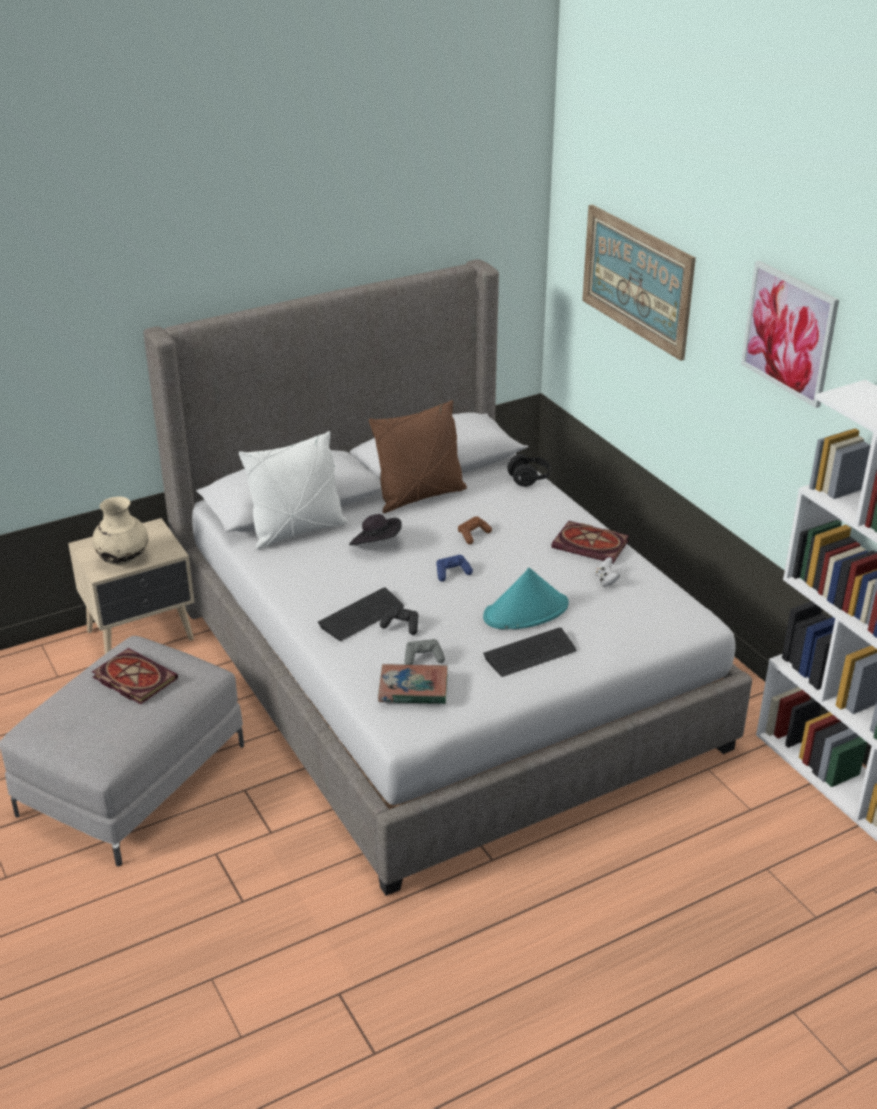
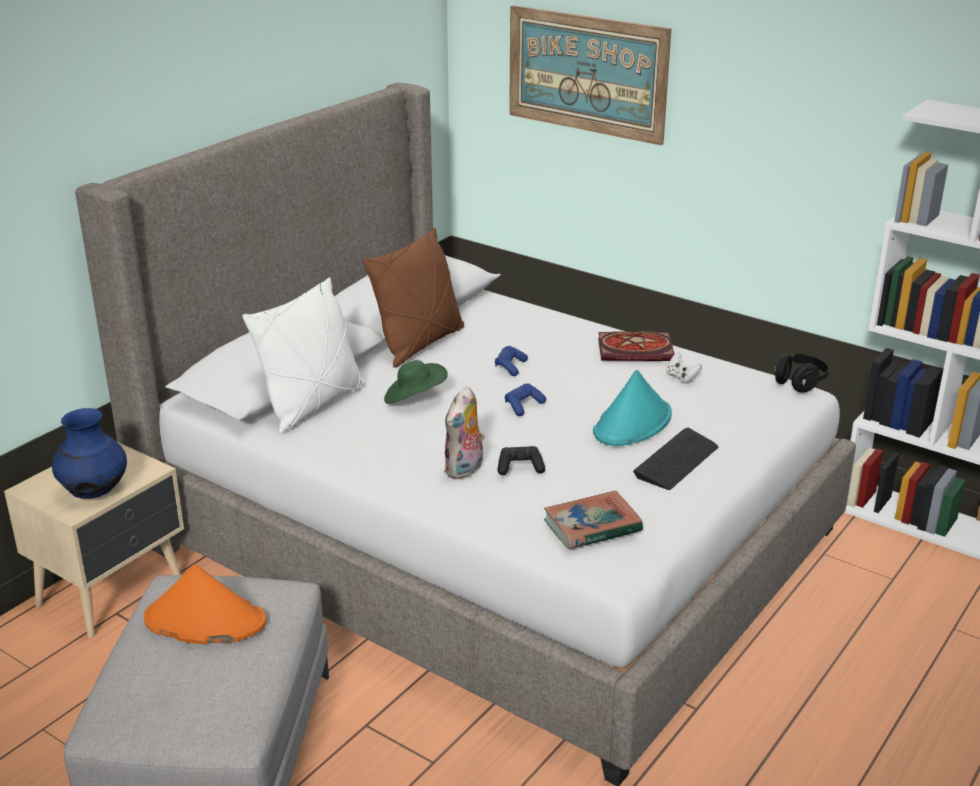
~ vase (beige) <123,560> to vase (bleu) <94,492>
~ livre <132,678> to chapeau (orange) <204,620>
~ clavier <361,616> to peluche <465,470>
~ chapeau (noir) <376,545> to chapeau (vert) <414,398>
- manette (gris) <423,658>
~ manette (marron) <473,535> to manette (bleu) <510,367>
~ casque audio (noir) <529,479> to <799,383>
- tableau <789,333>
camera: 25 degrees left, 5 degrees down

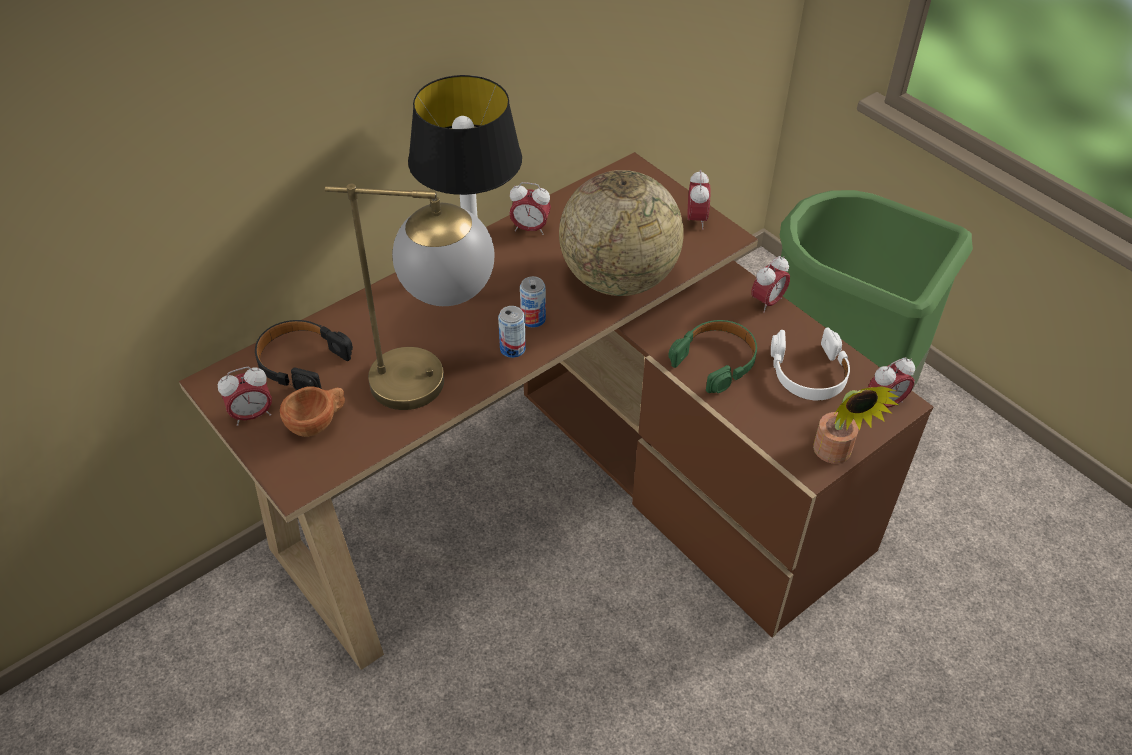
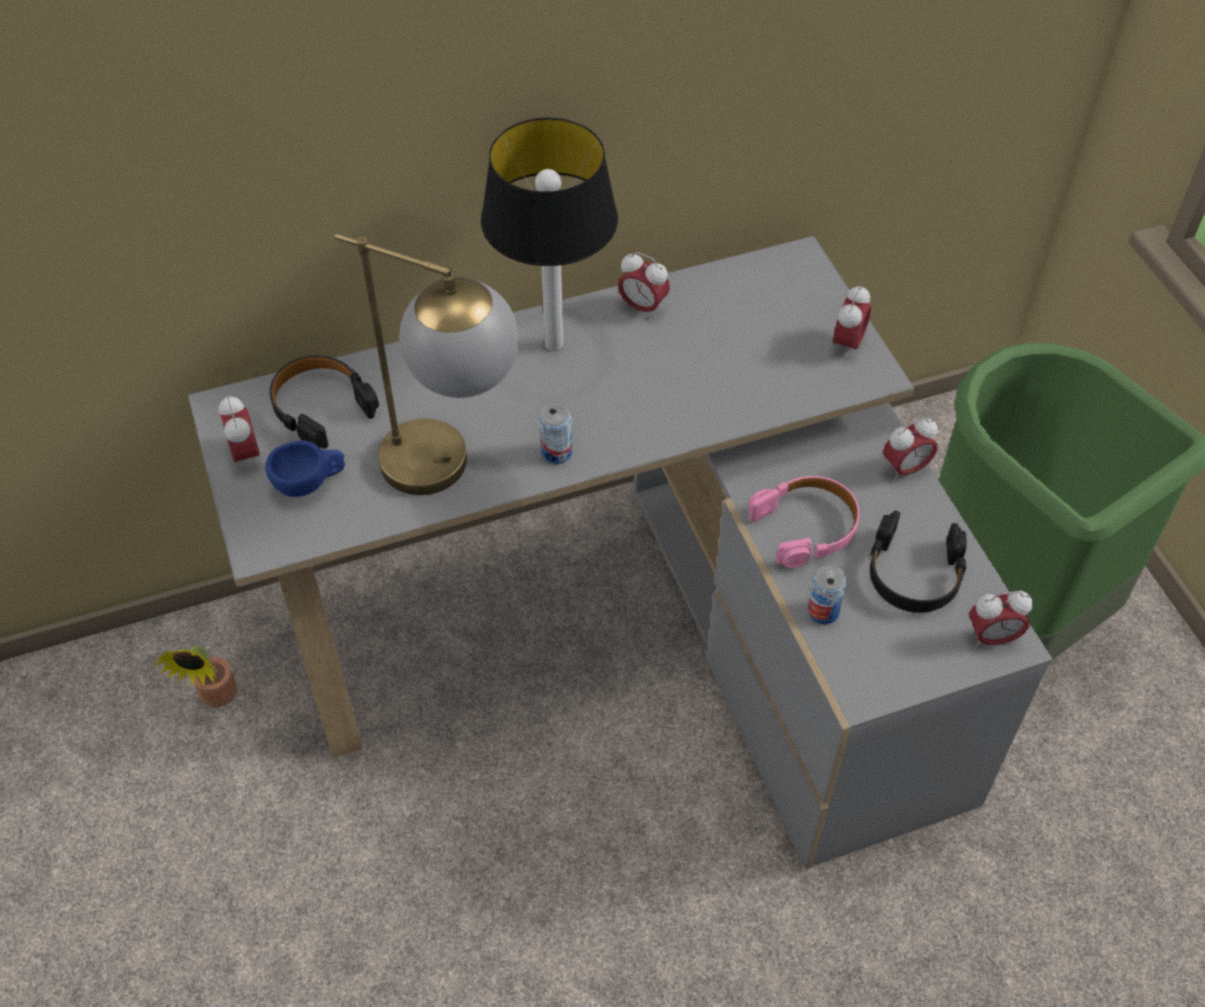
~ bureau (marron) <569,499> to bureau (gris) <637,632>
~ réveil <252,415> = <246,455> 105 degrees counterclockwise
~ tasse (marron) <318,422> to tasse (bleu) <310,482>
~ boîte métallique <533,319> to <823,611>
- globe <618,279>
~ casque audio (vert) <716,361> to casque audio (rose) <806,527>
~ casque audio (blanc) <809,373> to casque audio (noir) <914,573>
~ plante en pot <835,455> to <216,698>
camera: 20 degrees right, 5 degrees up

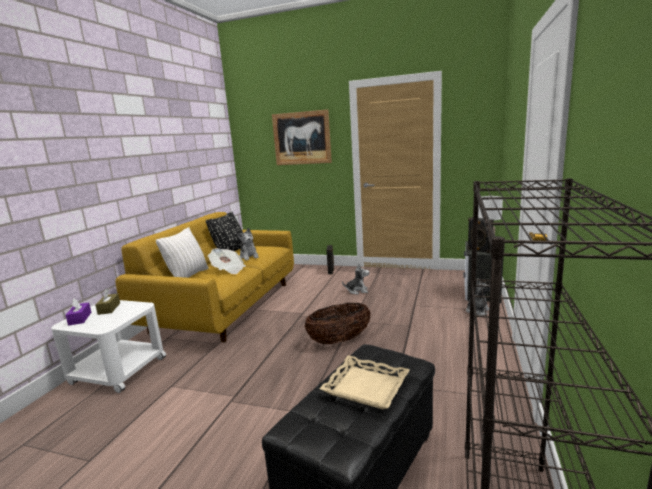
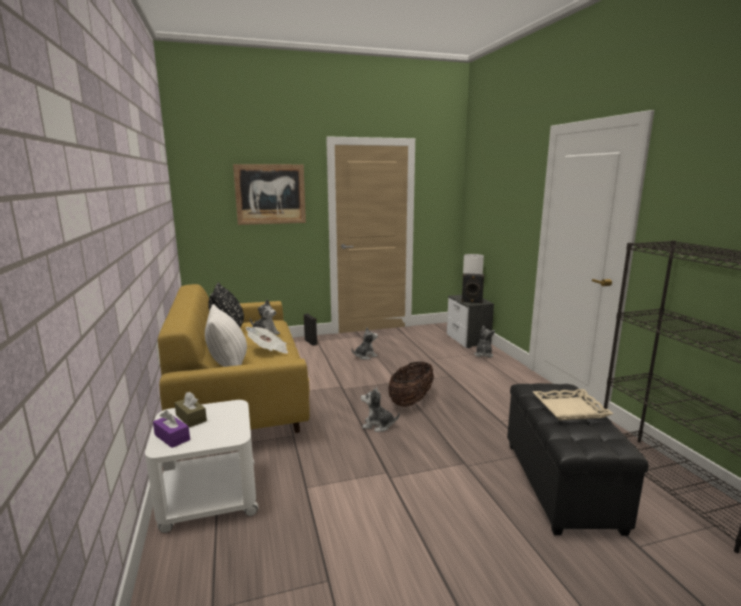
+ peluche <378,425>
camera: 35 degrees left, 0 degrees up

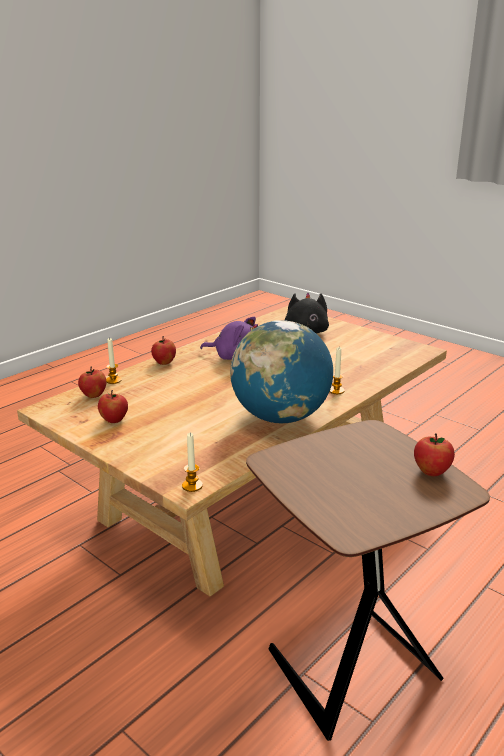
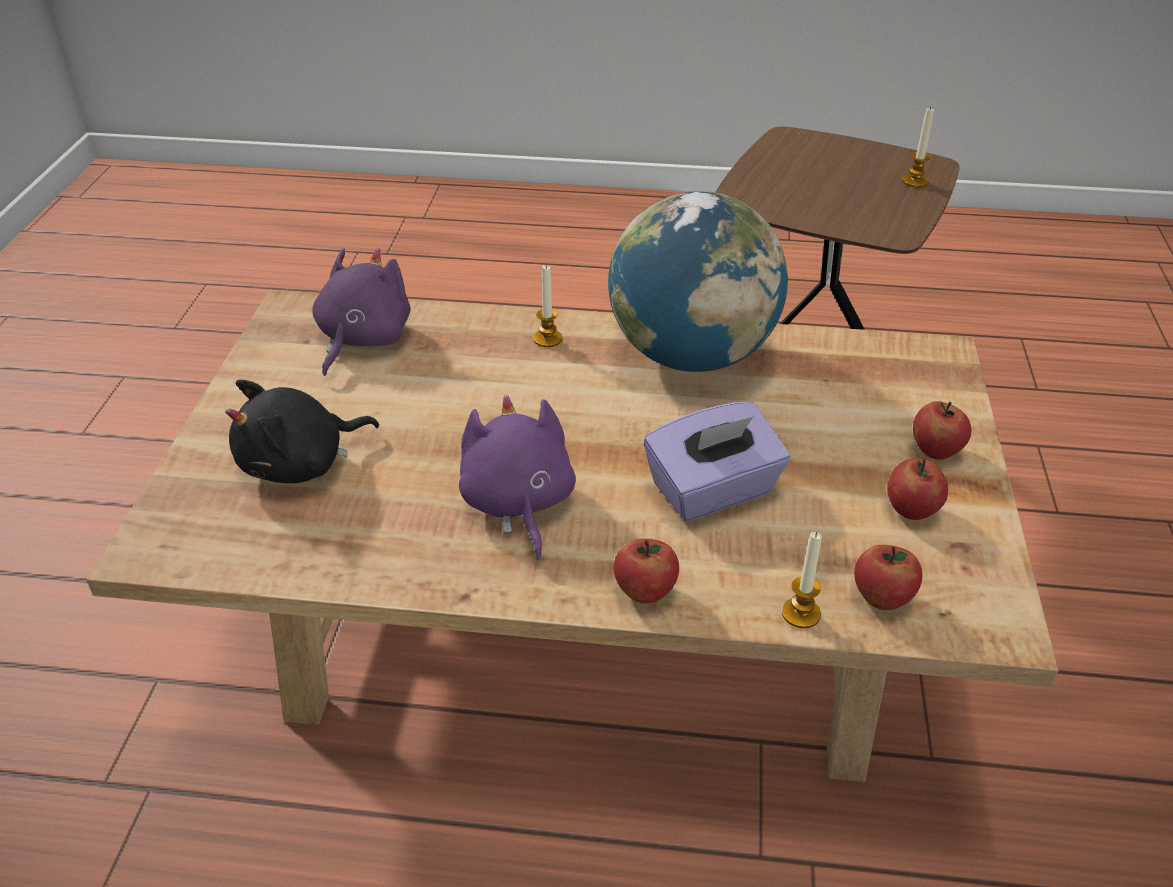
~ bougie <192,486> to <915,181>
~ pomme <431,471> to <935,451>
+ peluche (violet) <362,339>
+ boîte à mouchoirs (violet) <713,491>
camera: 125 degrees left, 15 degrees up

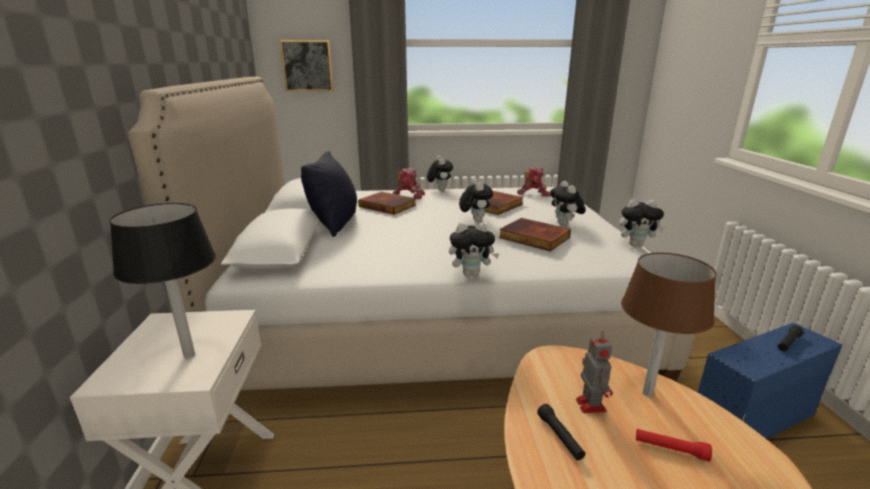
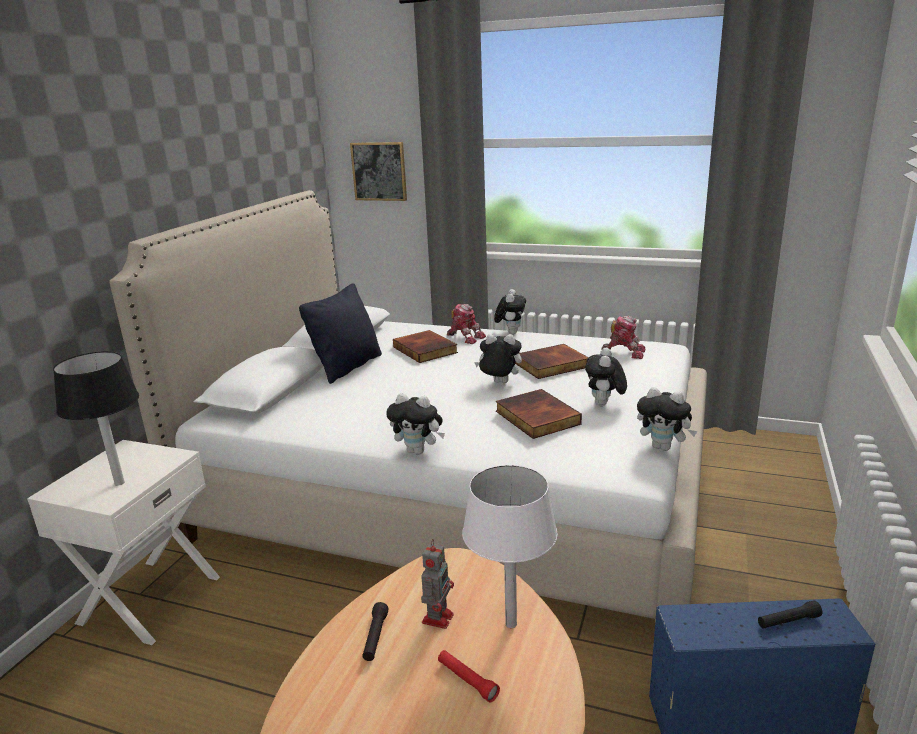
~ peluche <474,220> = <499,383> 90 degrees counterclockwise
~ lampe de table (marron) <647,393> to lampe de table (blanc) <511,624>
camera: 25 degrees right, 0 degrees up

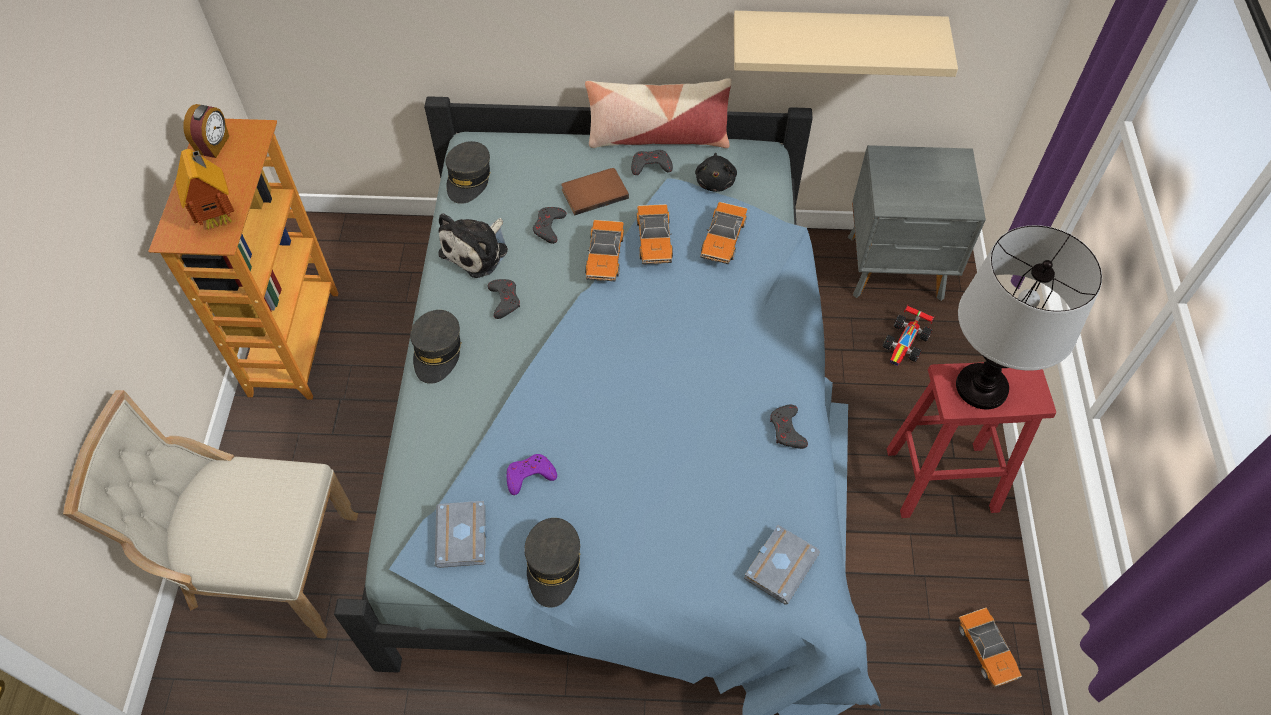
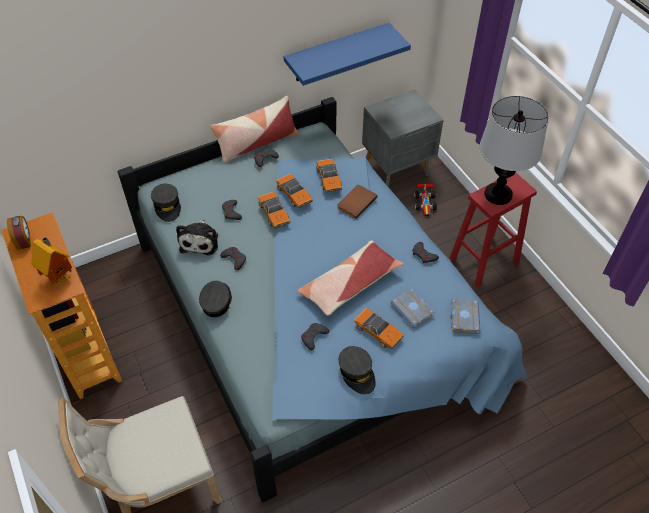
~ casquette (gris) <437,352> = <216,301> 150 degrees counterclockwise
~ livre (gris) <464,537> to <413,310>
~ manette (violet) <529,475> to manette (gris) <313,337>
~ livre (marron) <593,192> to <355,202>
- peluche (noir) <715,181>
~ étagère (beige) <836,38> to étagère (bleu) <337,53>
~ petite voiture <986,650> to <378,332>
+ coussin <350,284>
camera: 30 degrees left, 5 degrees down

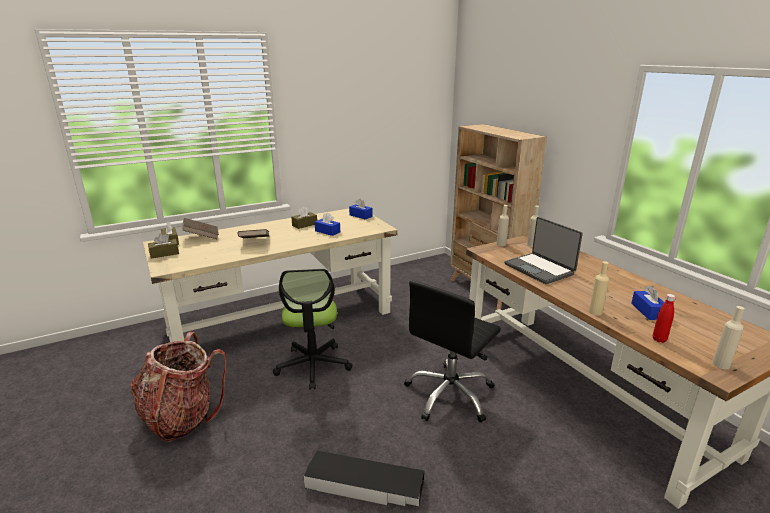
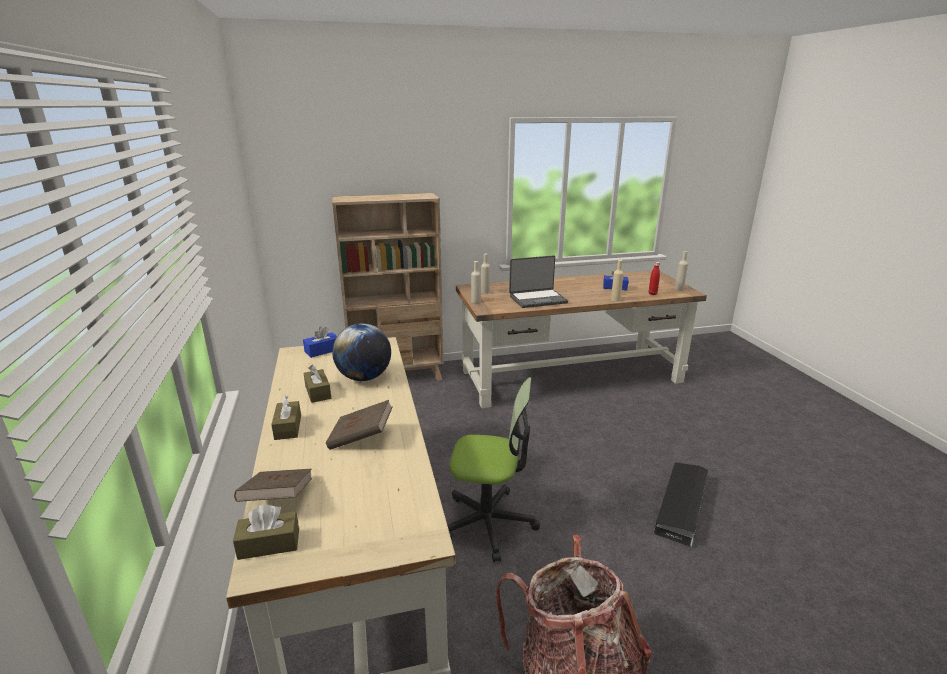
~ boîte à mouchoirs (marron) <164,253> to <288,427>
~ boîte à mouchoirs (bleu) <327,231> to globe <364,377>
- chaise de bureau (noir) <450,395>
camera: 75 degrees left, 0 degrees up

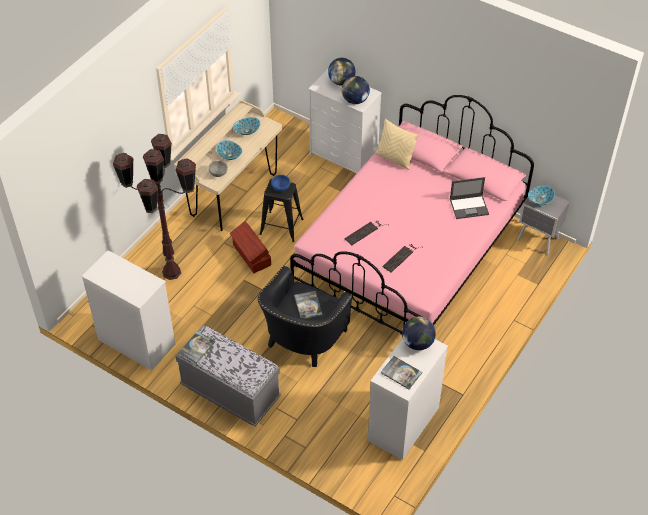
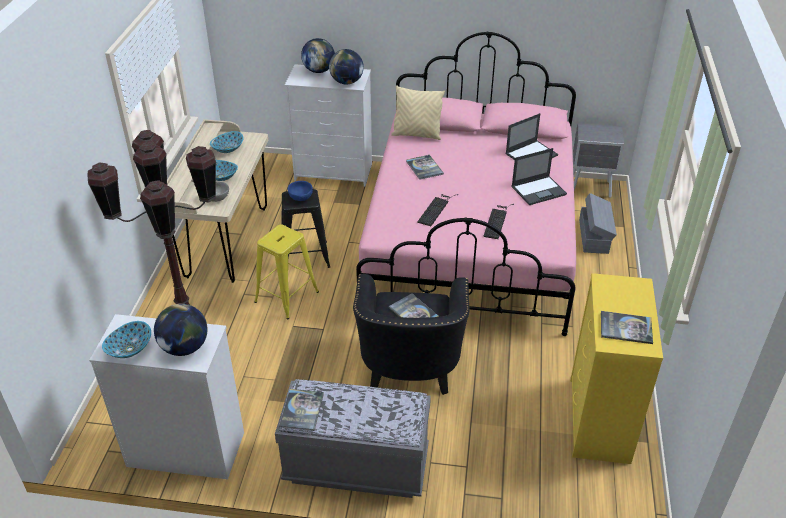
~ boîte de rangement (marron) <251,255> to tabouret (jaune) <287,297>
~ commode (blanc) <403,424> to commode (jaune) <599,420>
~ globe <417,343> to <185,348>
~ bol <540,200> to <129,349>
+ livre <424,168>
+ ordinateur portable <539,190>
+ boîte de rangement (gris) <594,236>
camera: 25 degrees left, 10 degrees down

